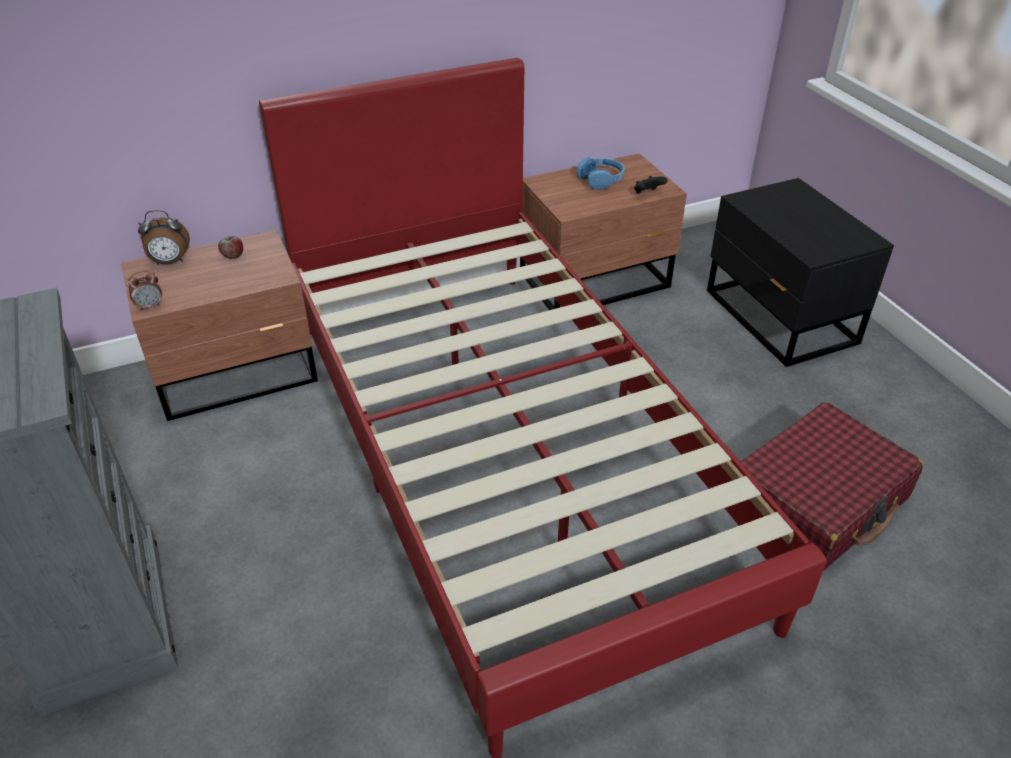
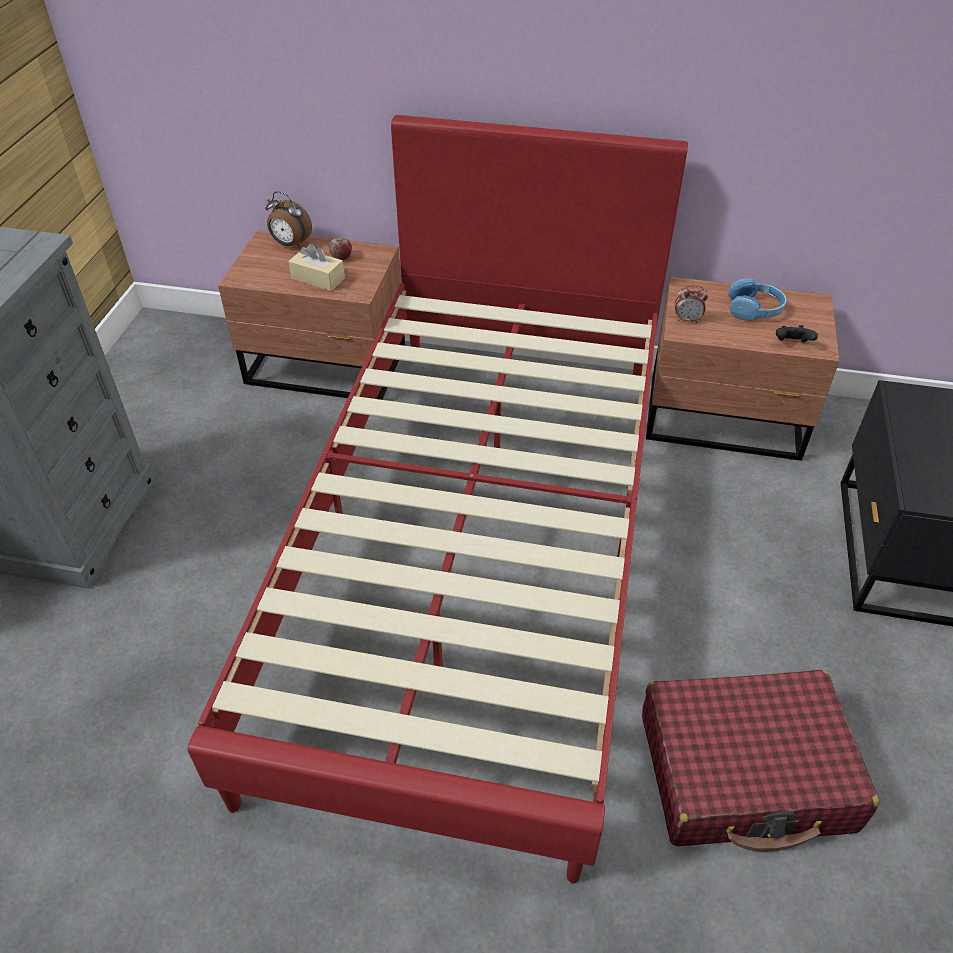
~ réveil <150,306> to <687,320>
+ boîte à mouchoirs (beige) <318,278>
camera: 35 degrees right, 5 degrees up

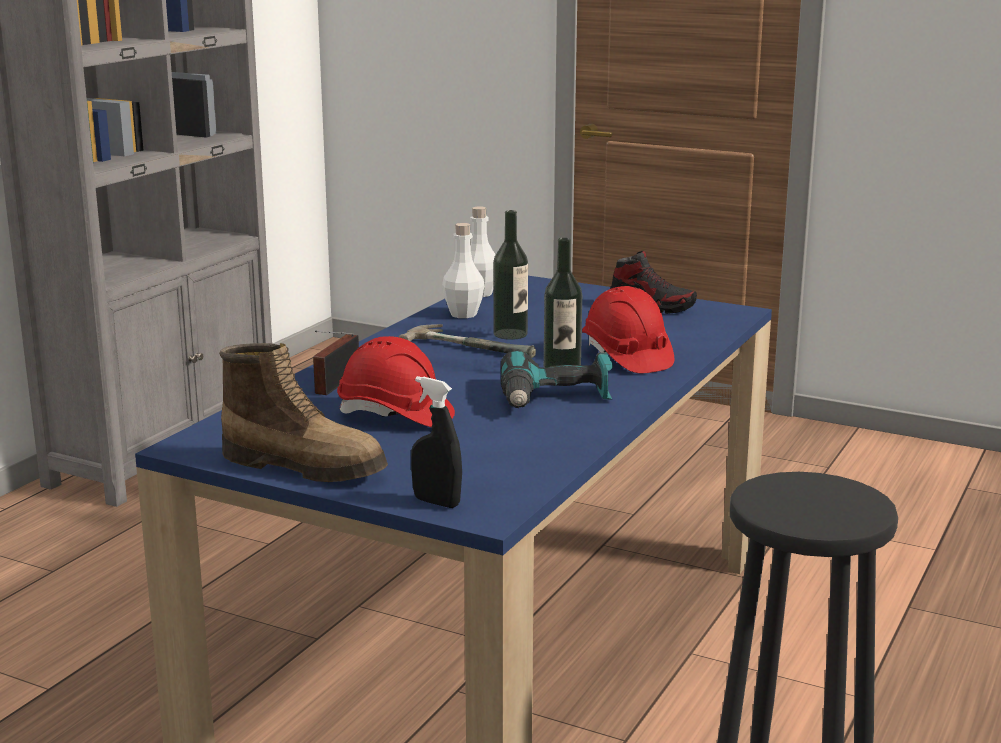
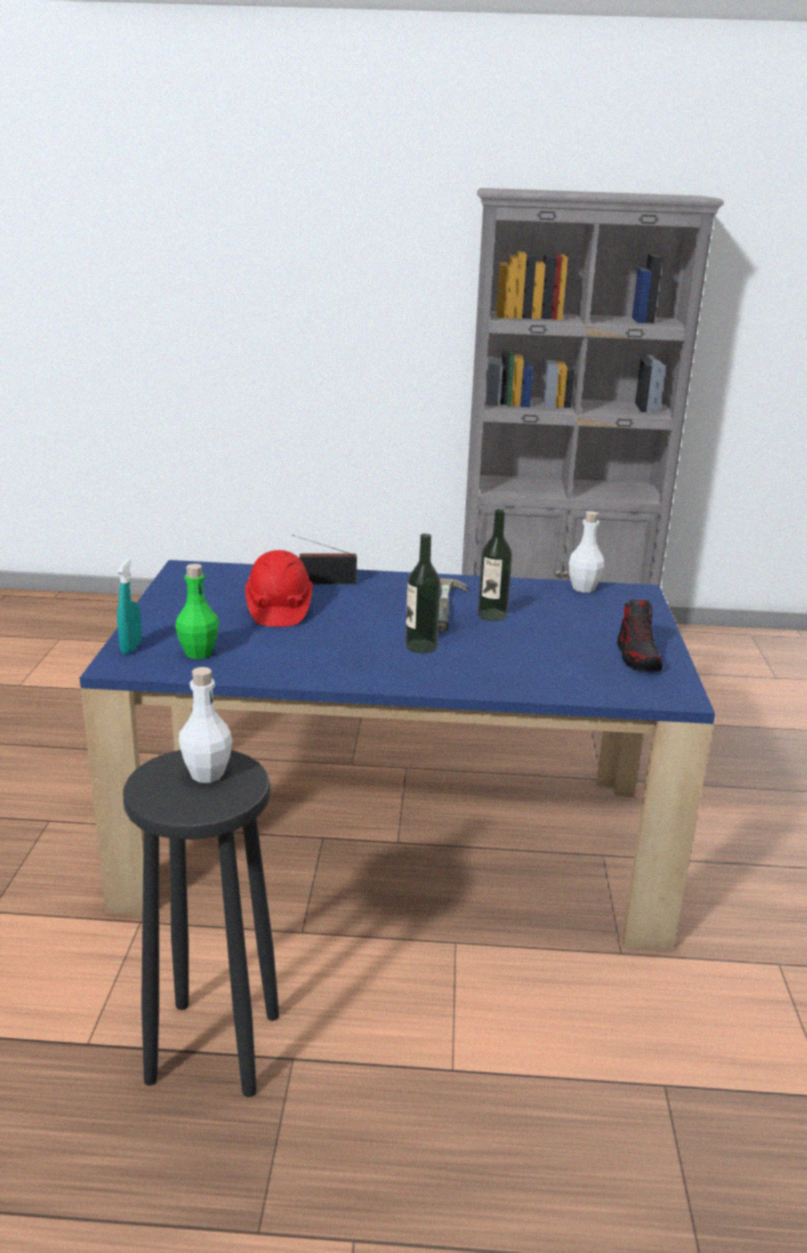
- botte <306,466>
~ vaporisateur (noir) <436,502> to vaporisateur (turquoise) <131,648>
~ bouteille (blanc) <463,314> to <207,774>
- perceuse <555,399>
- casque de chantier (rouge) <626,357>
+ bouteille (vert) <198,653>
camera: 65 degrees right, 5 degrees up

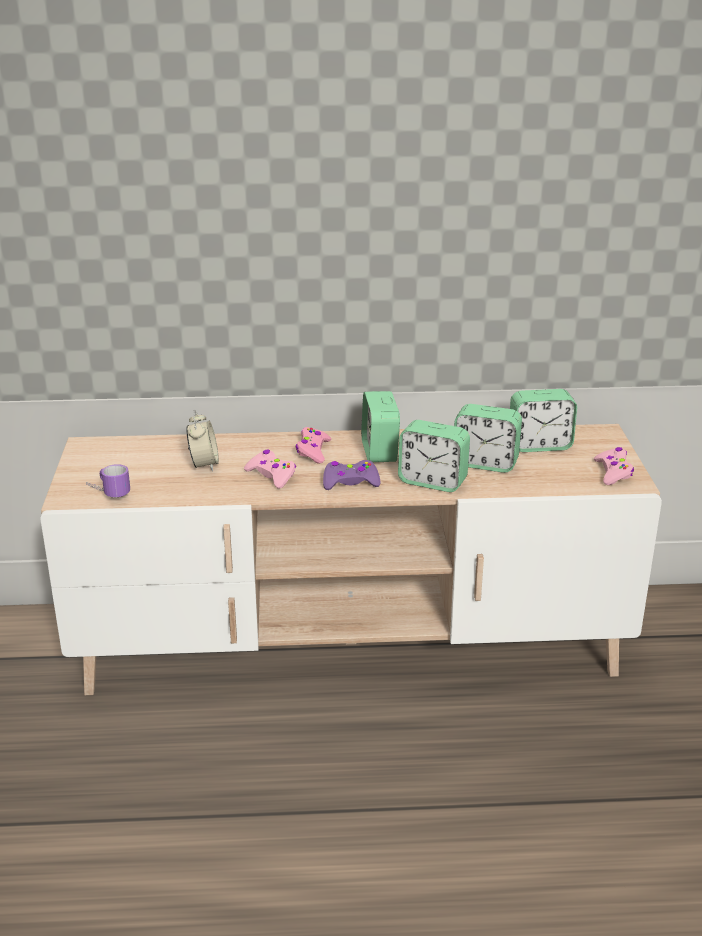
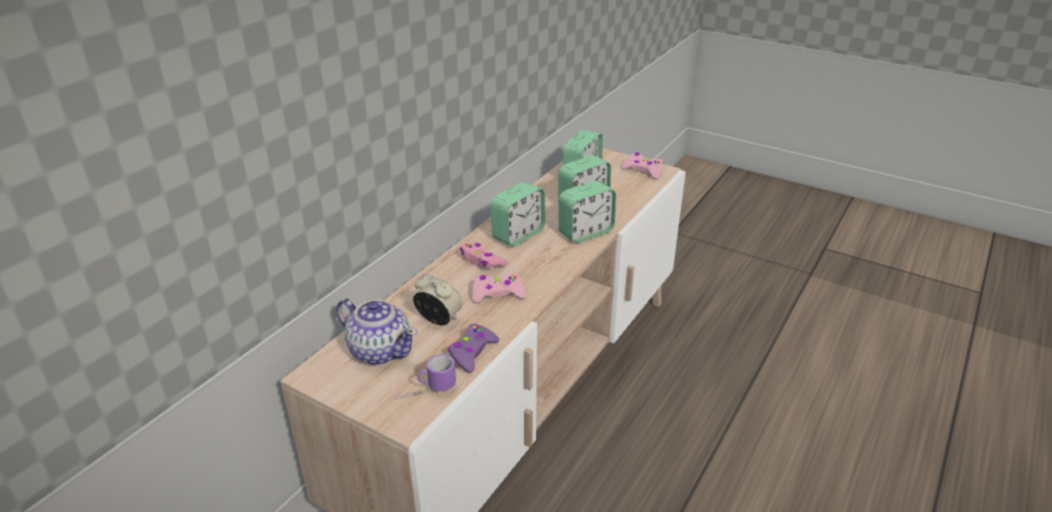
~ manette (violet) <350,482> to <472,353>
~ réveil <379,451> = <518,234> 75 degrees counterclockwise
+ théière <380,350>
camera: 55 degrees left, 5 degrees up

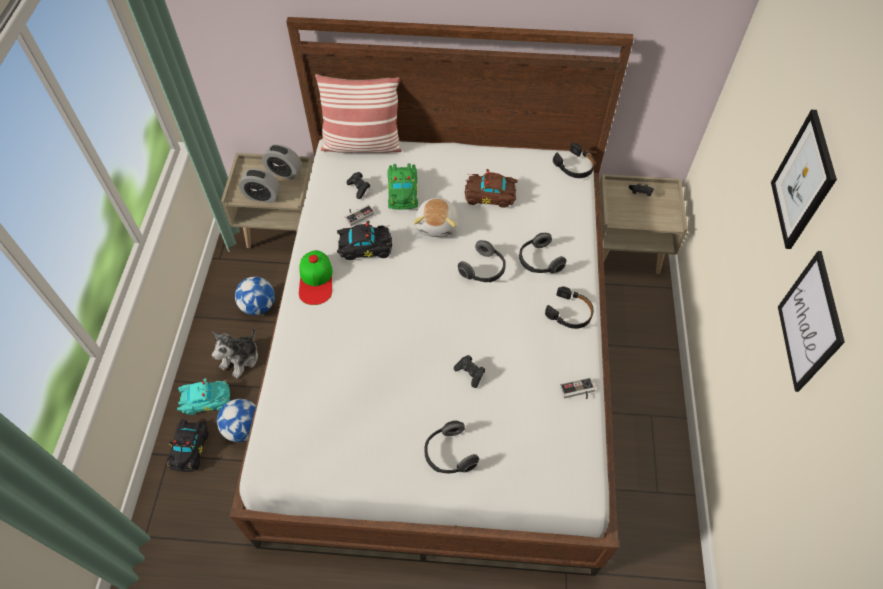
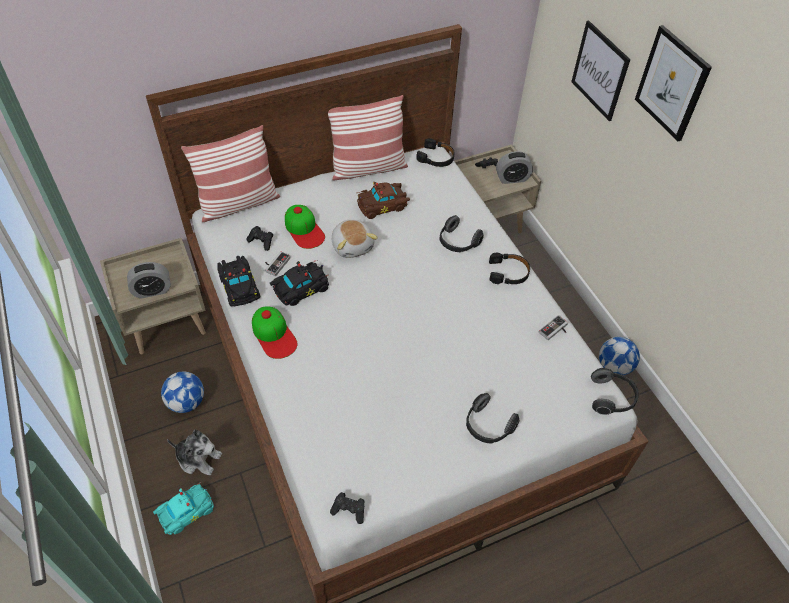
~ petite voiture (noir) <191,447> to <240,286>
~ peluche <240,359> = <198,458> 75 degrees counterclockwise
~ ballon de foot <244,428> to <614,367>
~ réveil <284,172> to <512,178>
~ petite voiture (vert) <403,191> to casquette <304,229>
~ manette (noir) <470,373> to <349,510>
~ casque audio <483,270> to <611,398>
~ tableau <809,322> to <600,71>
+ coussin <368,168>
camera: 30 degrees left, 5 degrees down

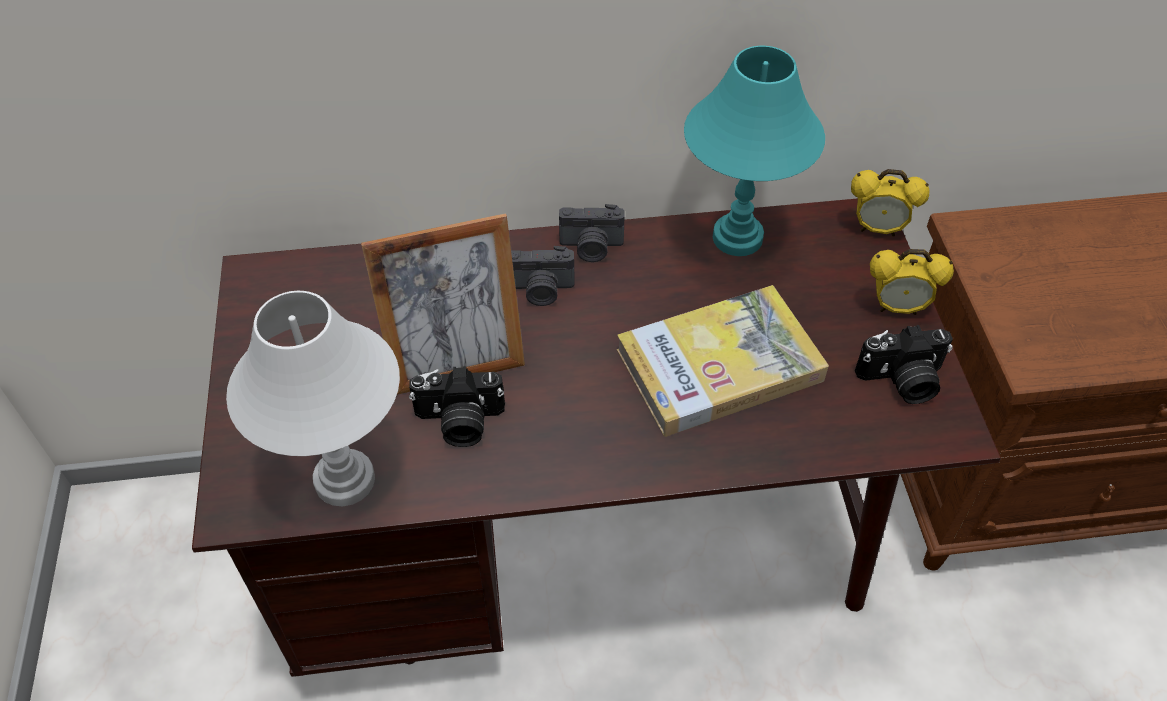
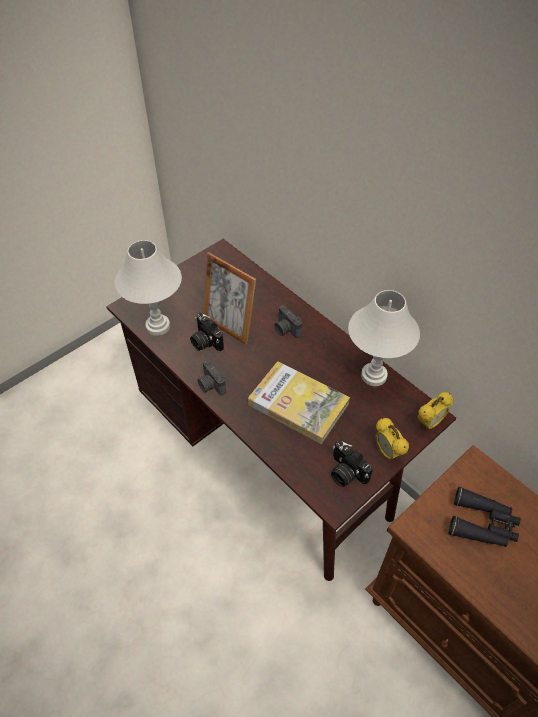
~ appareil photo <591,247> to <210,385>
~ lampe de table (turquoise) <738,237> to lampe de table (blanc) <374,376>
~ réveil <877,229> = <429,423> 105 degrees counterclockwise
+ jumelles (noir) <482,524>
camera: 55 degrees right, 0 degrees up

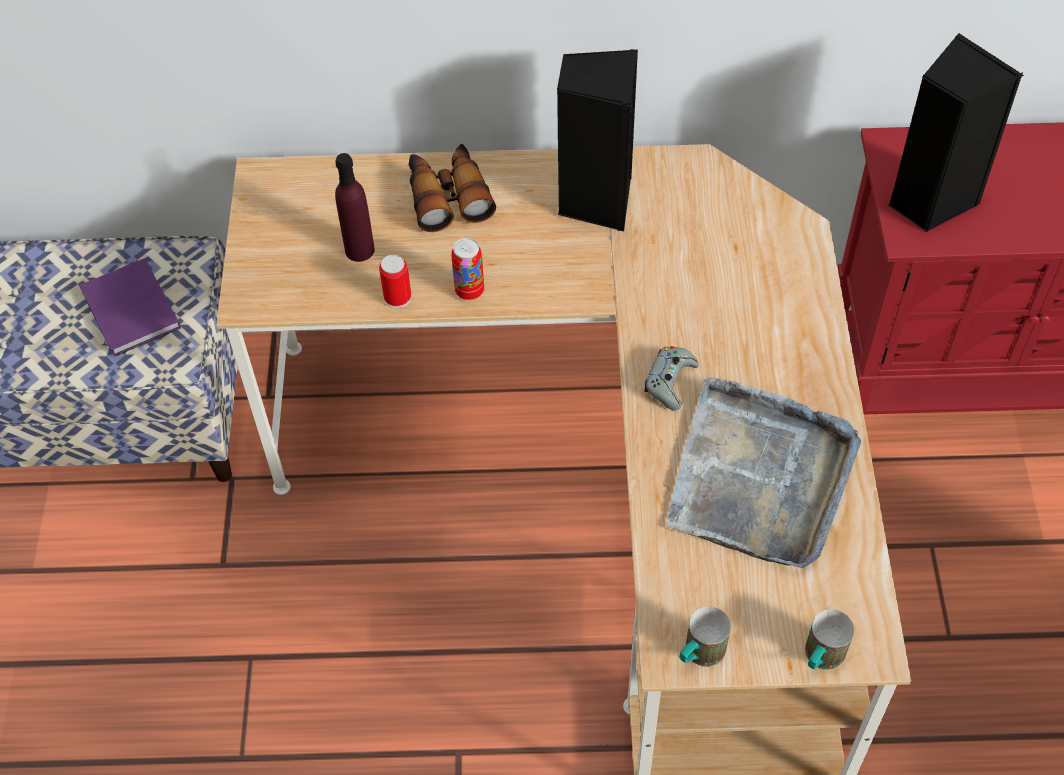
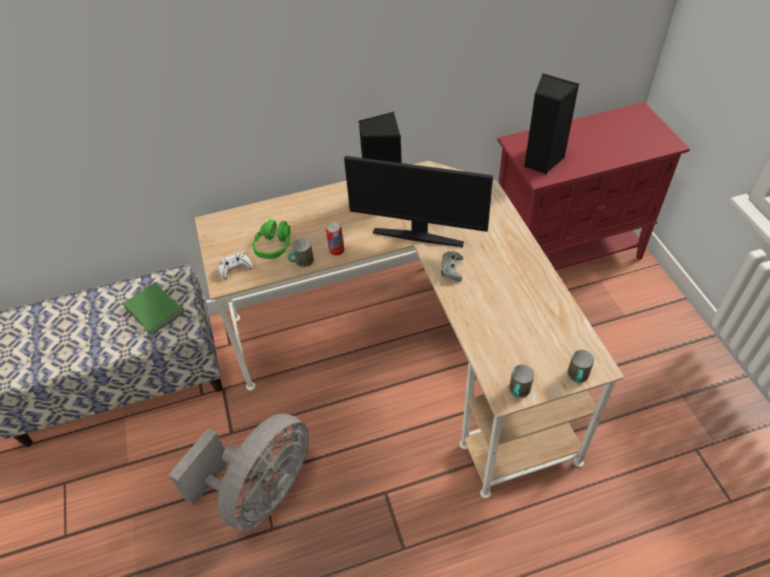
~ livre (violet) <130,312> to livre (vert) <154,311>
~ bouteille (violet) <359,250> to casque audio (vert) <273,245>
~ boîte métallique <397,298> to mug <301,263>
- jumelles <448,195>
- plateau (gris) <759,478>
+ ventilateur (gris) <261,491>
+ manette (blanc) <235,269>
+ écran d'ordinateur <418,235>
camera: 15 degrees left, 5 degrees down

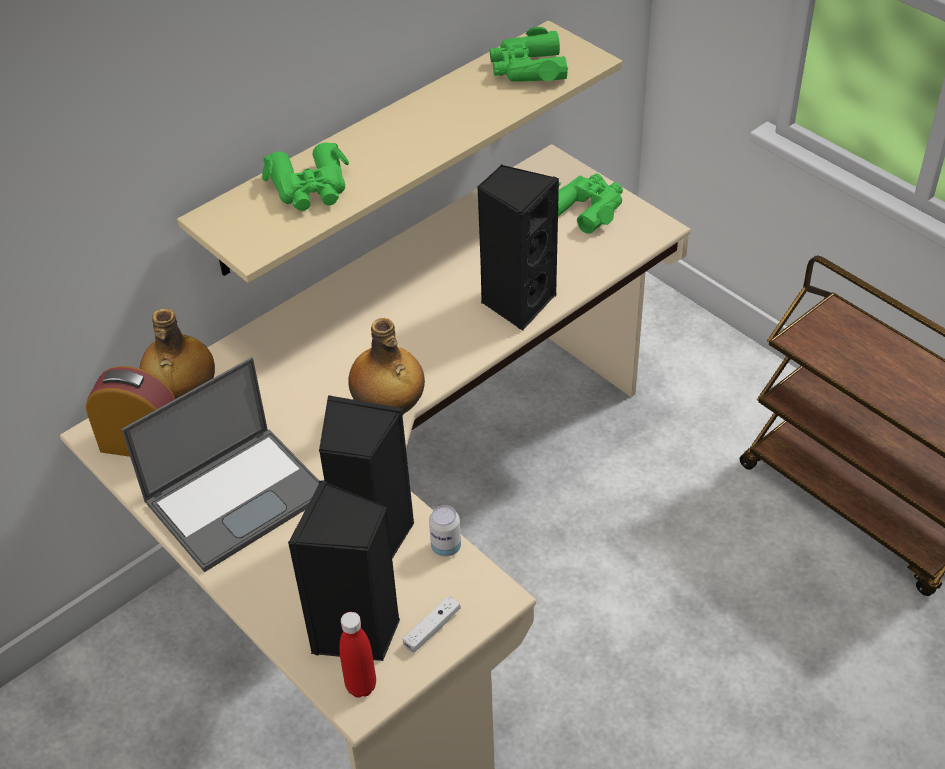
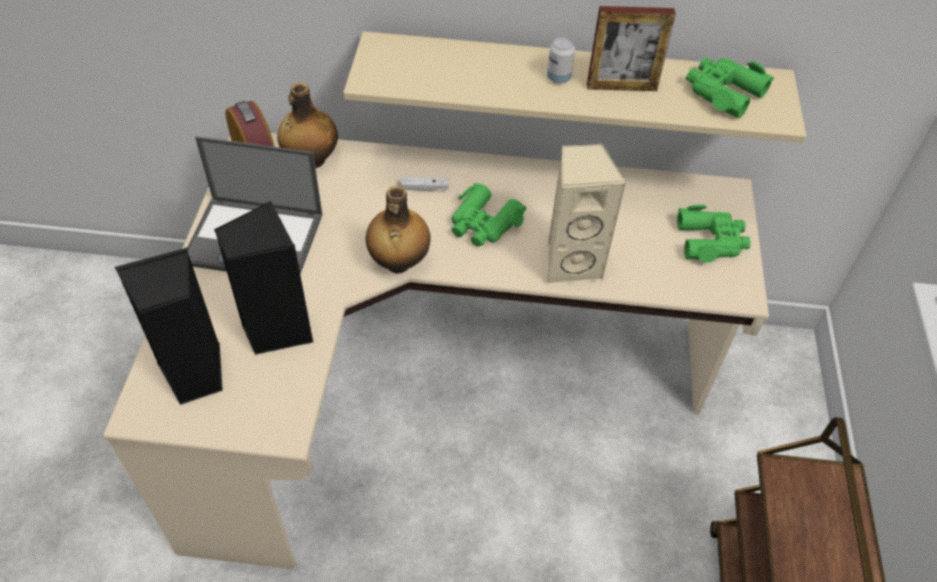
~ jumelles (vert) <310,188> to <483,224>
- bouteille (rouge) <361,686>
~ manette (blanc) <432,629> to <425,188>
~ boîte métallique <446,547> to <558,78>
~ enceinte (noir) <517,302> to enceinte (beige) <571,263>
+ cadre photo <621,87>
camera: 45 degrees right, 5 degrees up

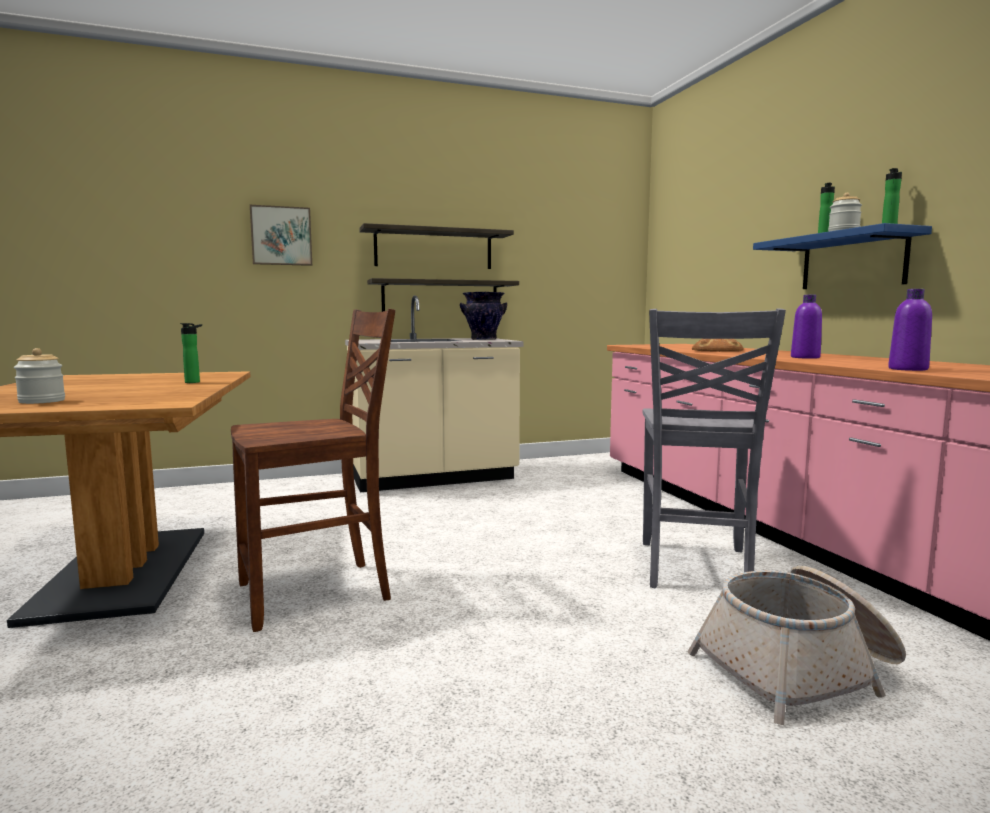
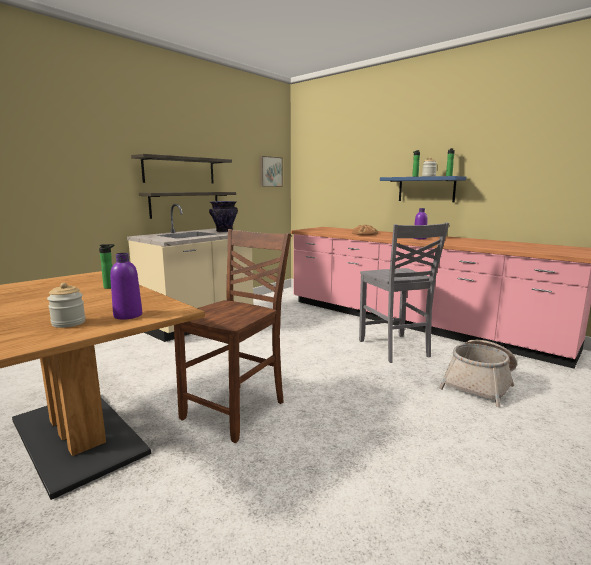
~ tableau <281,236> to <270,171>
~ bouteille (violet) <908,369> to <128,315>
camera: 30 degrees left, 5 degrees up

